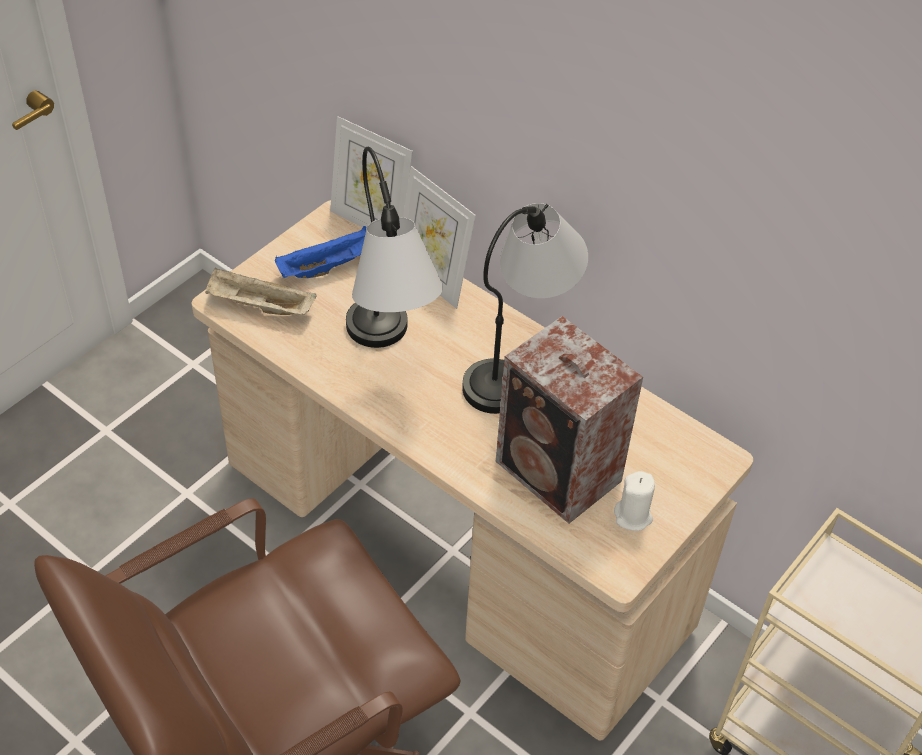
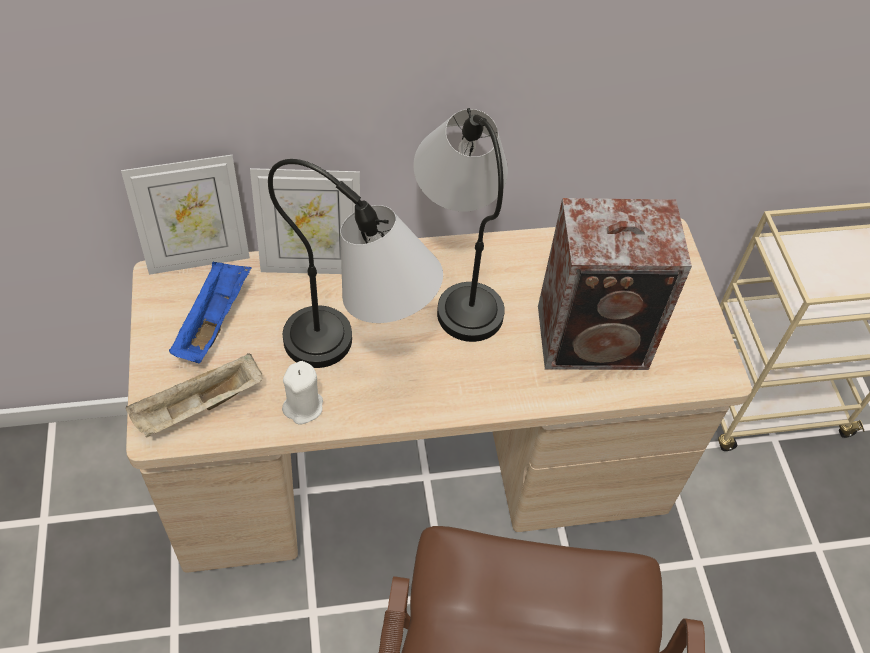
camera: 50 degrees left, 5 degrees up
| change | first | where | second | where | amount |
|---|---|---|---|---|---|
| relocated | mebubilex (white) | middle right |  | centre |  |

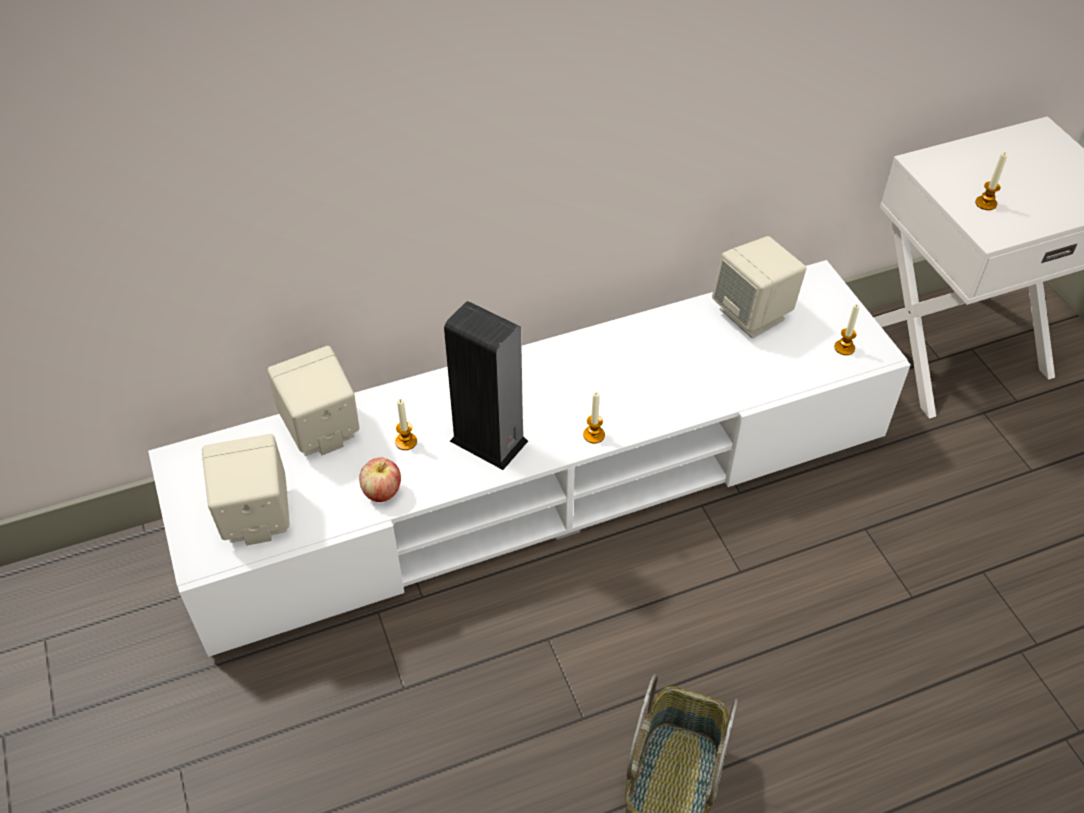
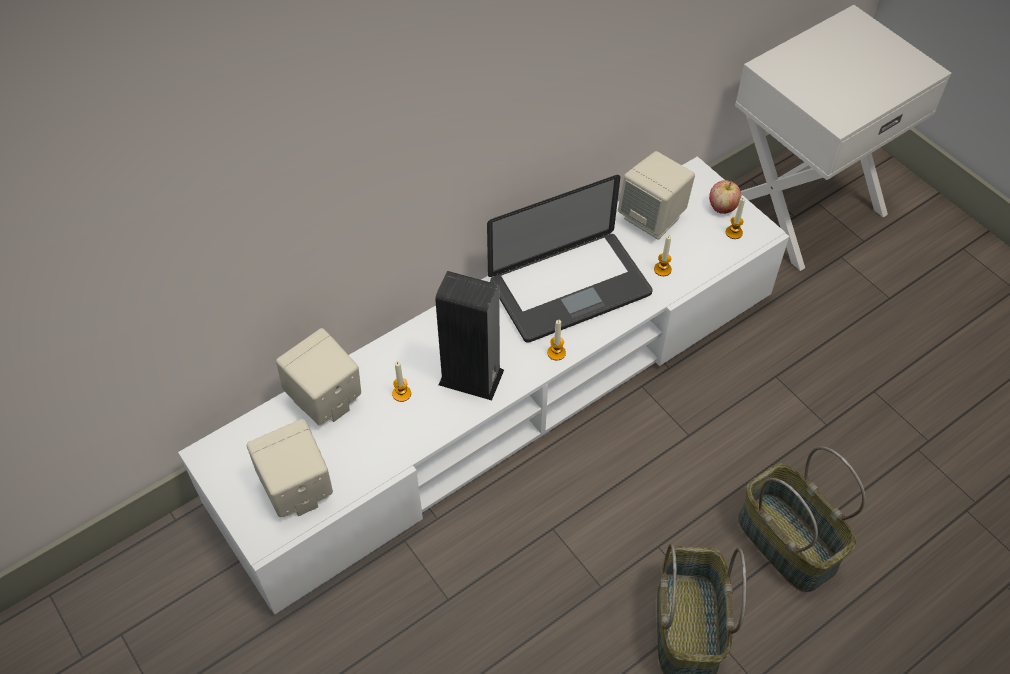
camera: 15 degrees left, 5 degrees up
| change | first | where | second | where | amount |
|---|---|---|---|---|---|
| relocated | mebubilex (no. 4 from left in the first image) | top right | mebubilex (no. 3 from left) | centre |  |
| relocated | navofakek | centre |  | top right |  |
| appeared |  |  | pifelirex | centre |  |
| appeared |  |  | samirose (no. 2 from left) | bottom right |  |

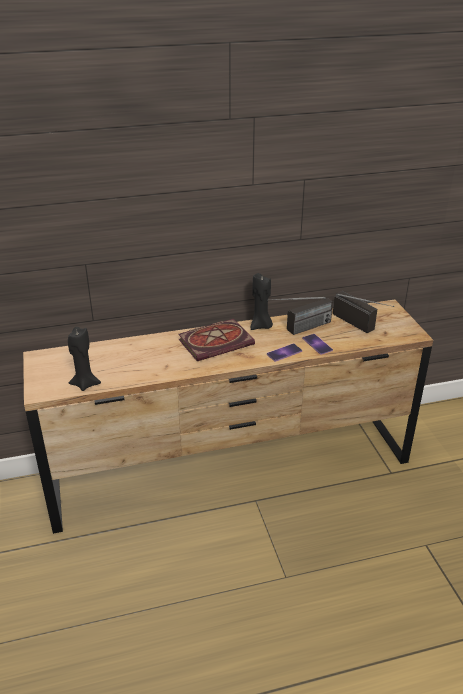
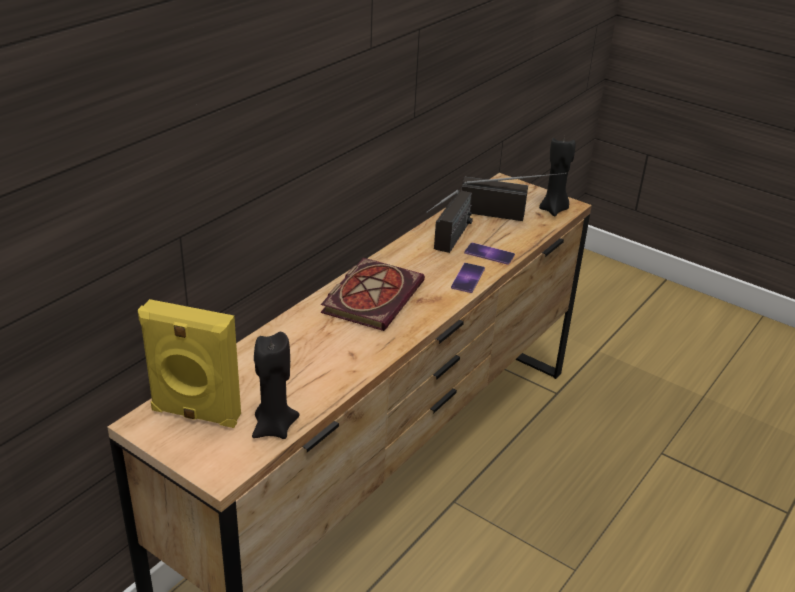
camera: 40 degrees left, 0 degrees up
| change | first | where | second | where | amount |
|---|---|---|---|---|---|
| relocated | mebubilex (black) (no. 2 from left) | centre |  | top right |  |
| appeared |  |  | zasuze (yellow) | middle left |  |

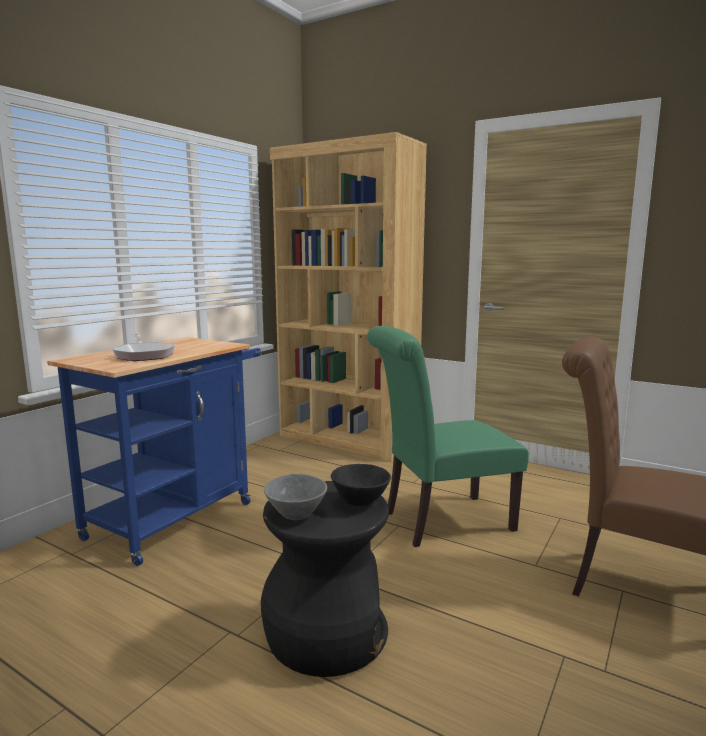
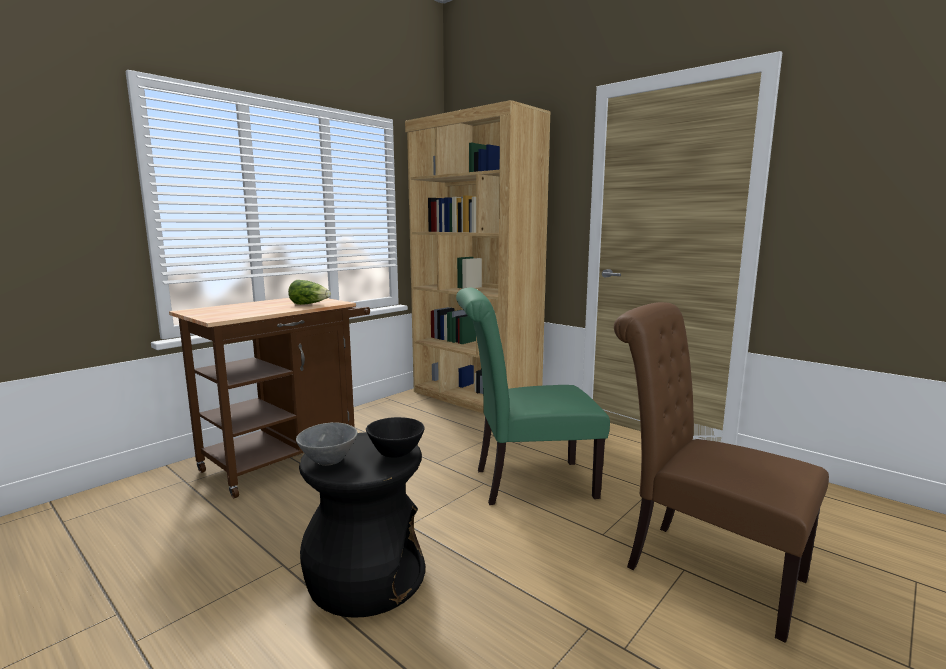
camera: 10 degrees right, 0 degrees up
| change | first | where | second | where | amount |
|---|---|---|---|---|---|
| missing | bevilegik | middle left |  |  |  |
| colour | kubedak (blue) | middle left | kubedak (brown) | middle left |  |
| appeared |  |  | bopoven | middle left |  |

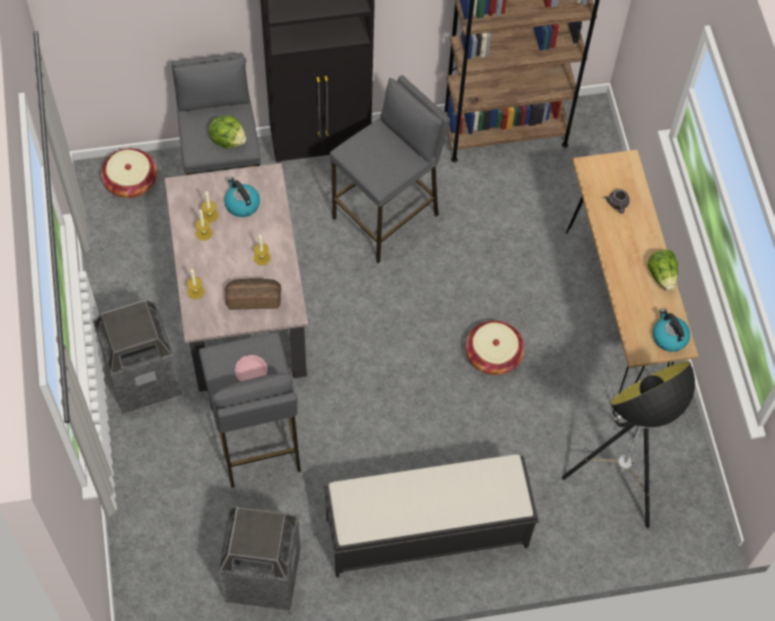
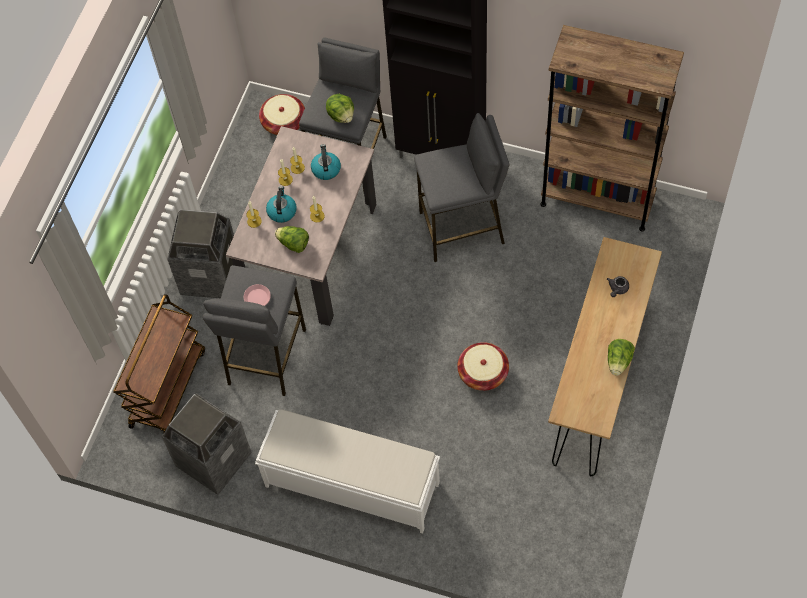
camera: 35 degrees right, 0 degrees up
| change | first | where | second | where | amount |
|---|---|---|---|---|---|
| exchanged | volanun | middle left | bopoven (no. 1 from left) | centre |  |
| relocated | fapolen (no. 2 from left in the first image) | middle right | fapolen (no. 1 from left) | centre |  |
| missing | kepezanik | bottom right |  |  |  |
| colour | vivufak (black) | bottom centre | vivufak (white) | bottom centre |  |
| appeared |  |  | kubedak (brown) | middle left |  |

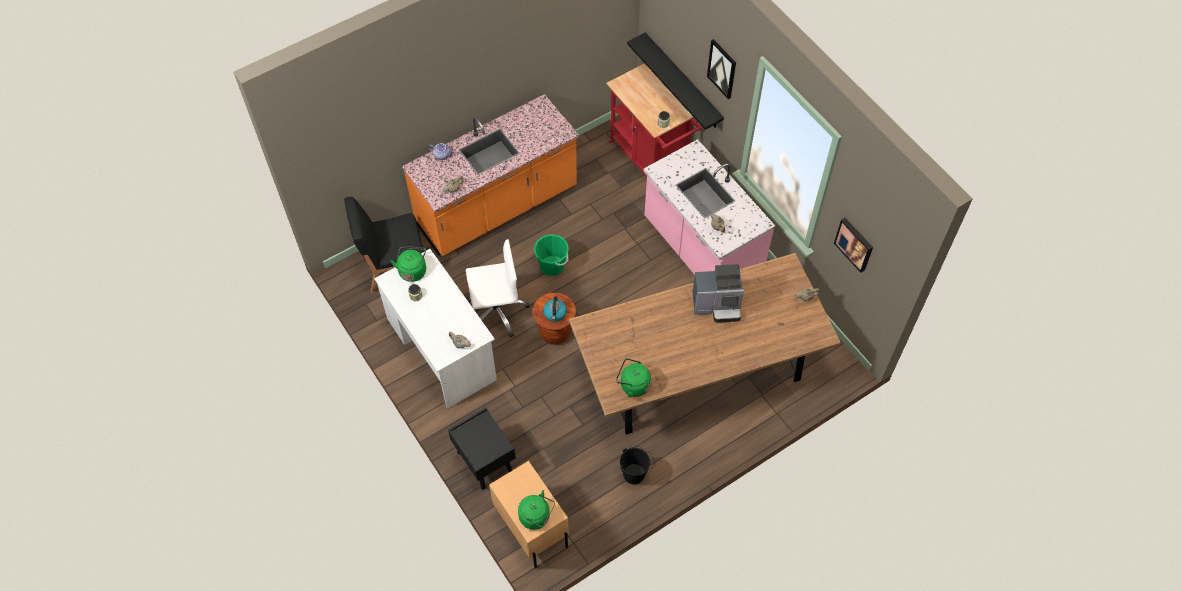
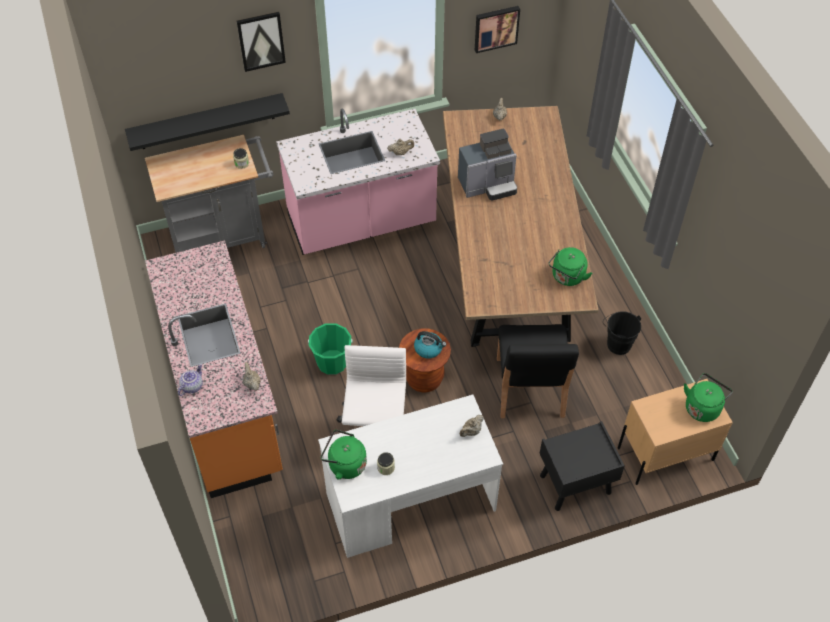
camera: 75 degrees left, 5 degrees down
| change | first | where | second | where | amount |
|---|---|---|---|---|---|
| colour | kubedak (red) | top centre | kubedak (grey) | top left |  |
| relocated | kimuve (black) | middle left |  | centre |  |
| spun | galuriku | centre |  | top centre | 60 degrees clockwise |

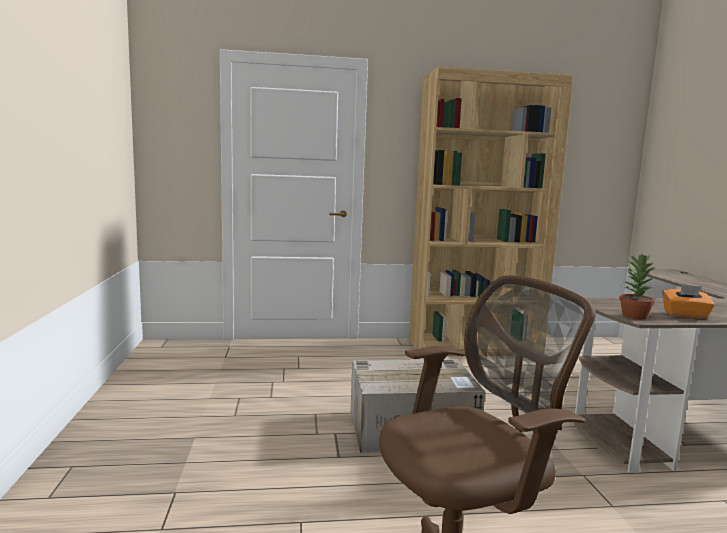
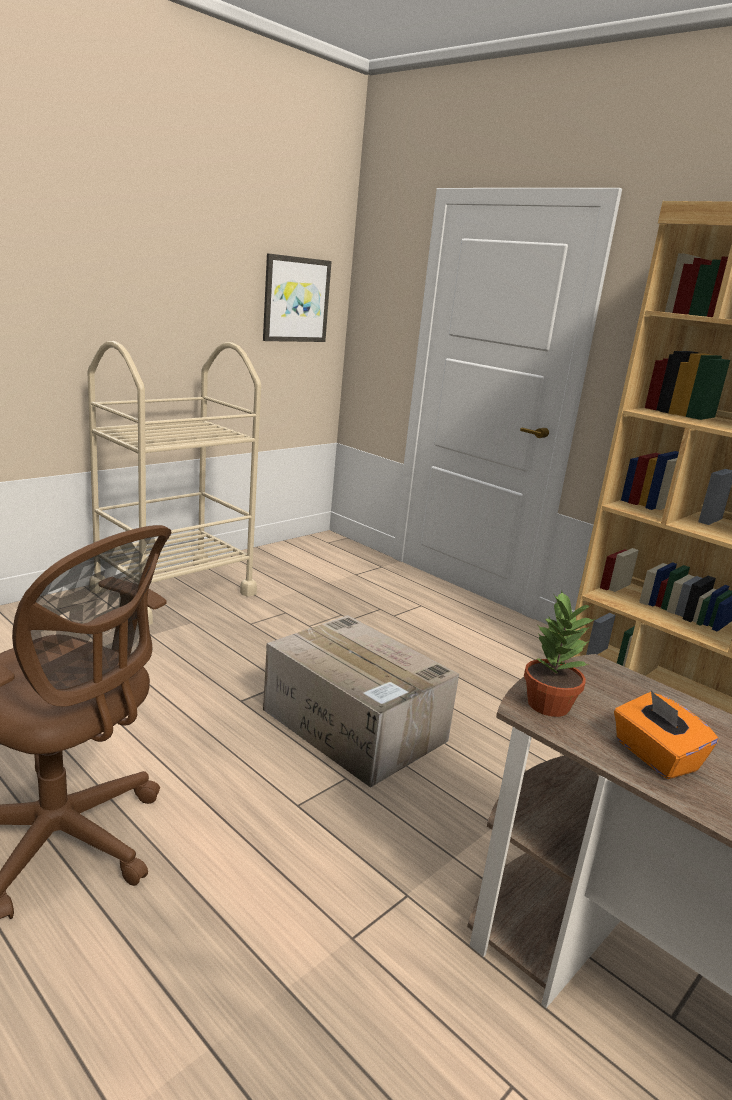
camera: 50 degrees right, 10 degrees up
| change | first | where | second | where | amount |
|---|---|---|---|---|---|
| appeared |  |  | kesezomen | top centre |  |
| appeared |  |  | kubedak (beige) | middle left |  |

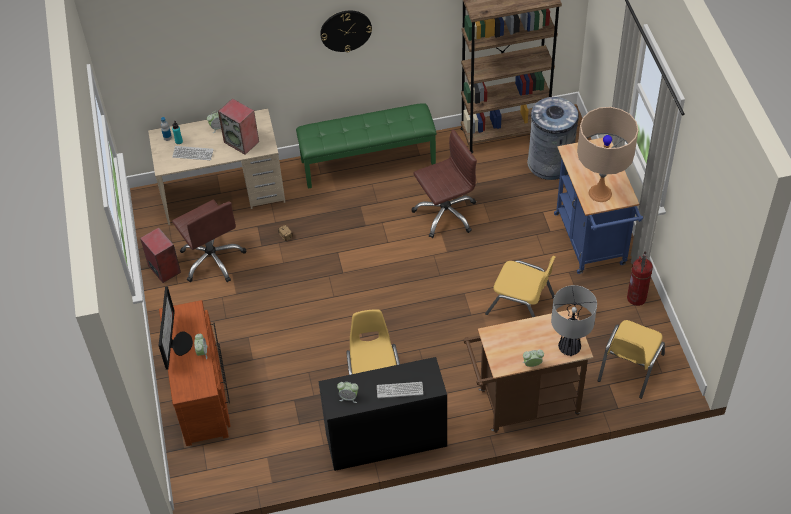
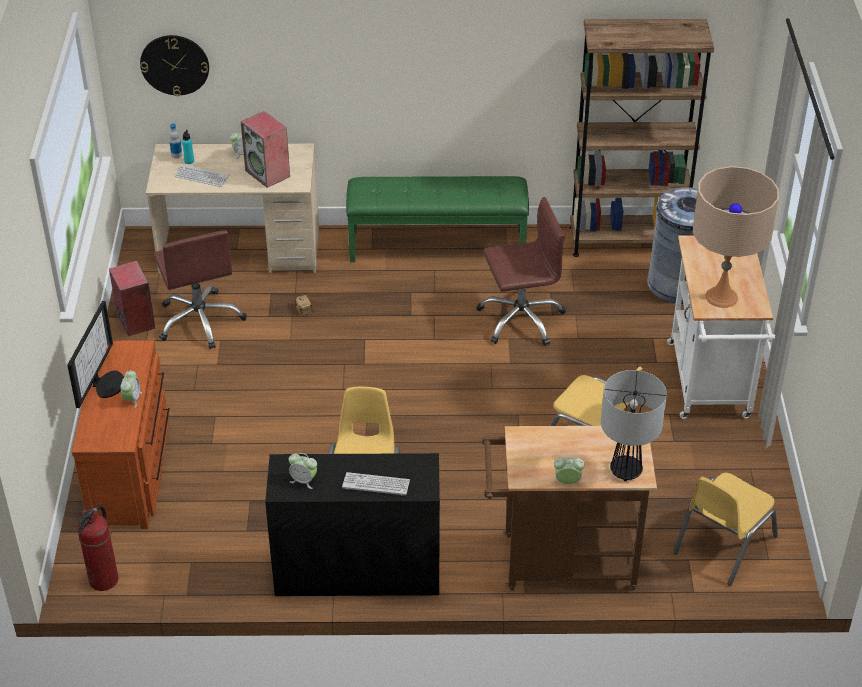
camera: 10 degrees right, 10 degrees down
| change | first | where | second | where | amount |
|---|---|---|---|---|---|
| relocated | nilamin | top centre |  | top left |  |
| colour | kubedak (blue) | middle right | kubedak (white) | middle right |  |
| relocated | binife | middle right |  | bottom left |  |

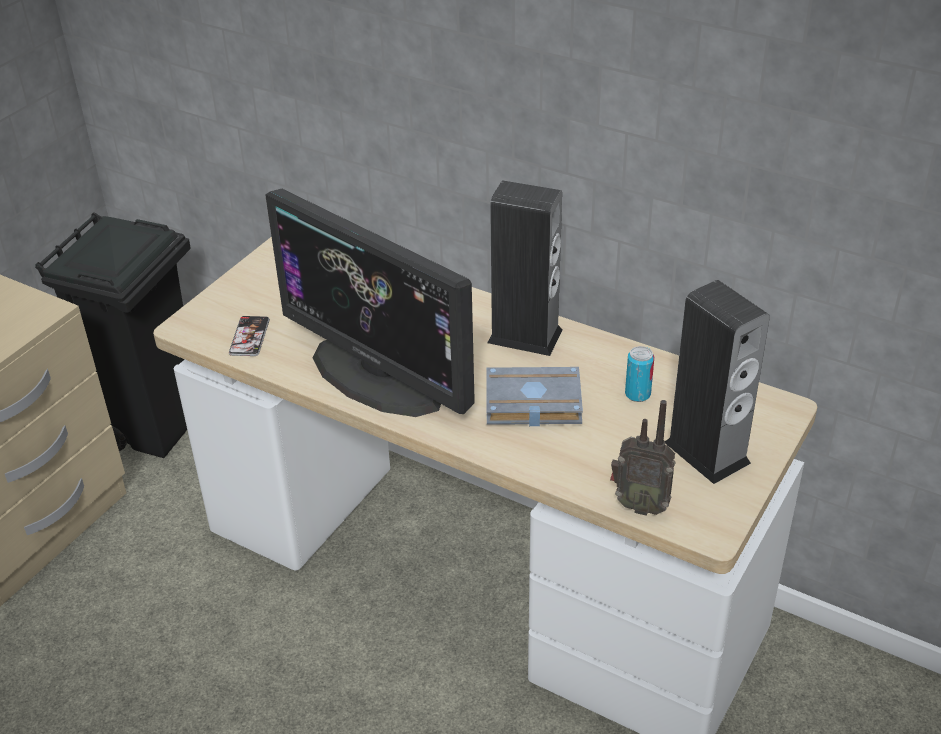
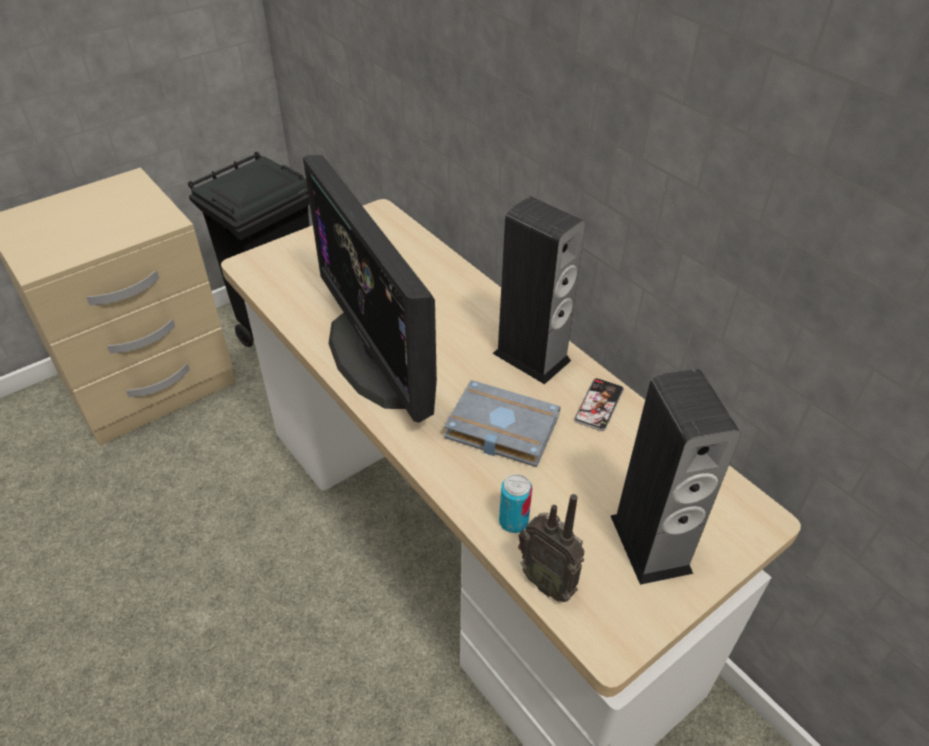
camera: 20 degrees right, 5 degrees up
| change | first | where | second | where | amount |
|---|---|---|---|---|---|
| relocated | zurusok | middle left |  | centre |  |
| relocated | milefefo | middle right |  | bottom centre |  |

